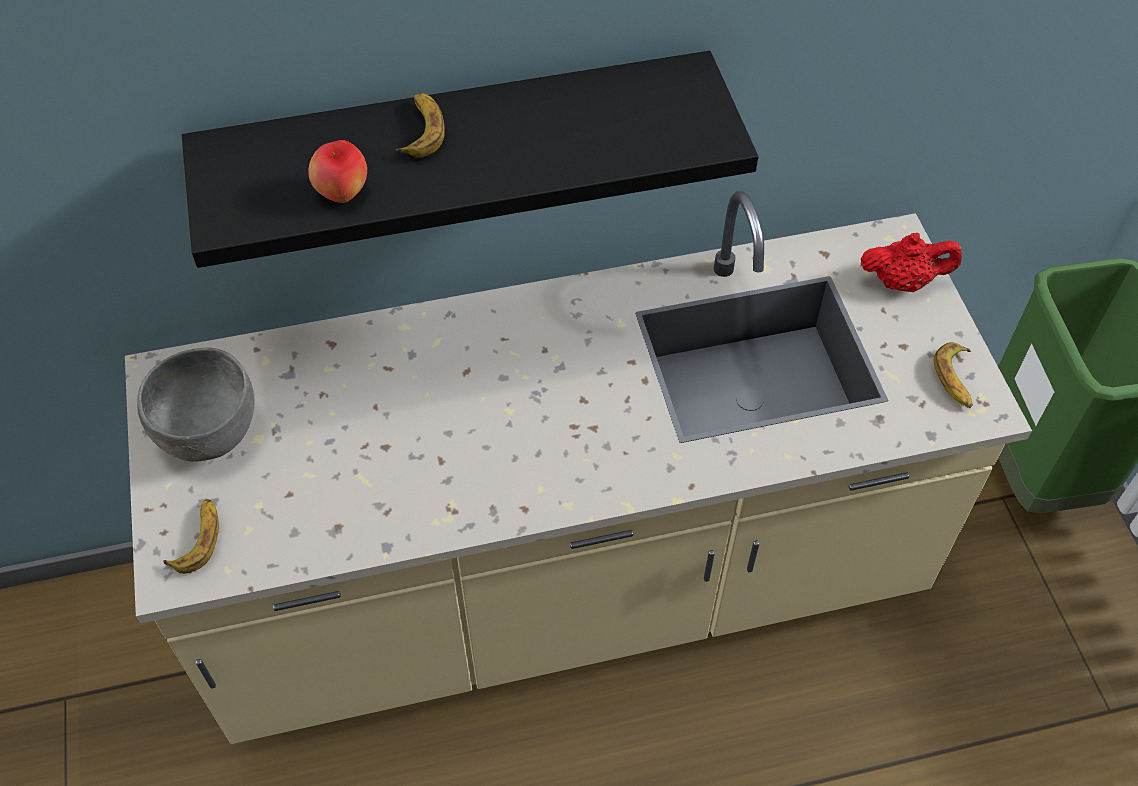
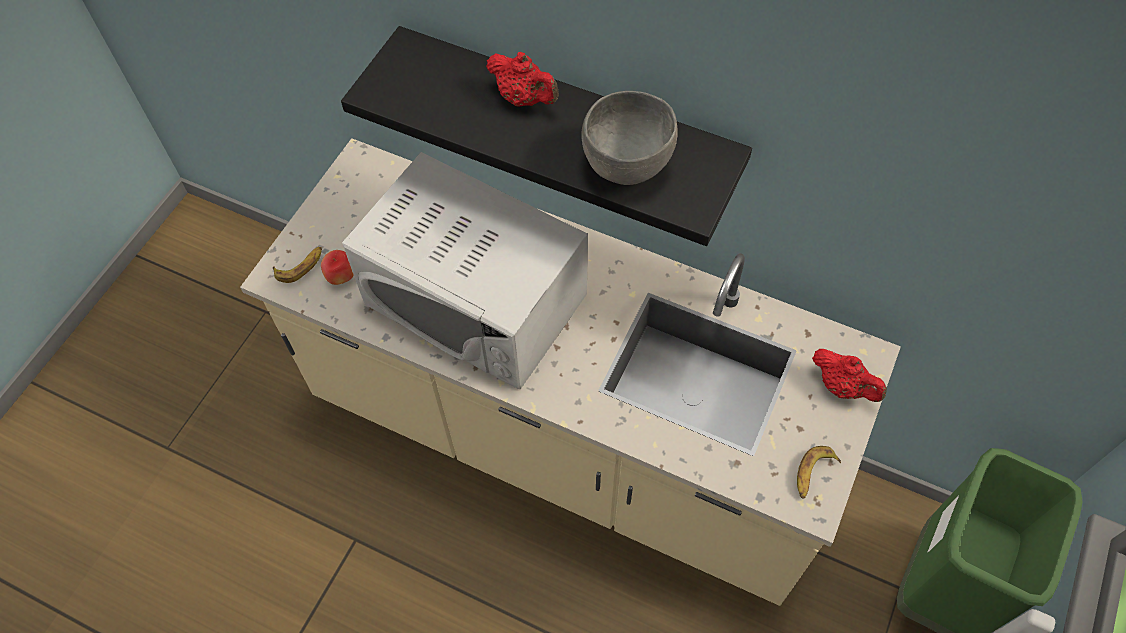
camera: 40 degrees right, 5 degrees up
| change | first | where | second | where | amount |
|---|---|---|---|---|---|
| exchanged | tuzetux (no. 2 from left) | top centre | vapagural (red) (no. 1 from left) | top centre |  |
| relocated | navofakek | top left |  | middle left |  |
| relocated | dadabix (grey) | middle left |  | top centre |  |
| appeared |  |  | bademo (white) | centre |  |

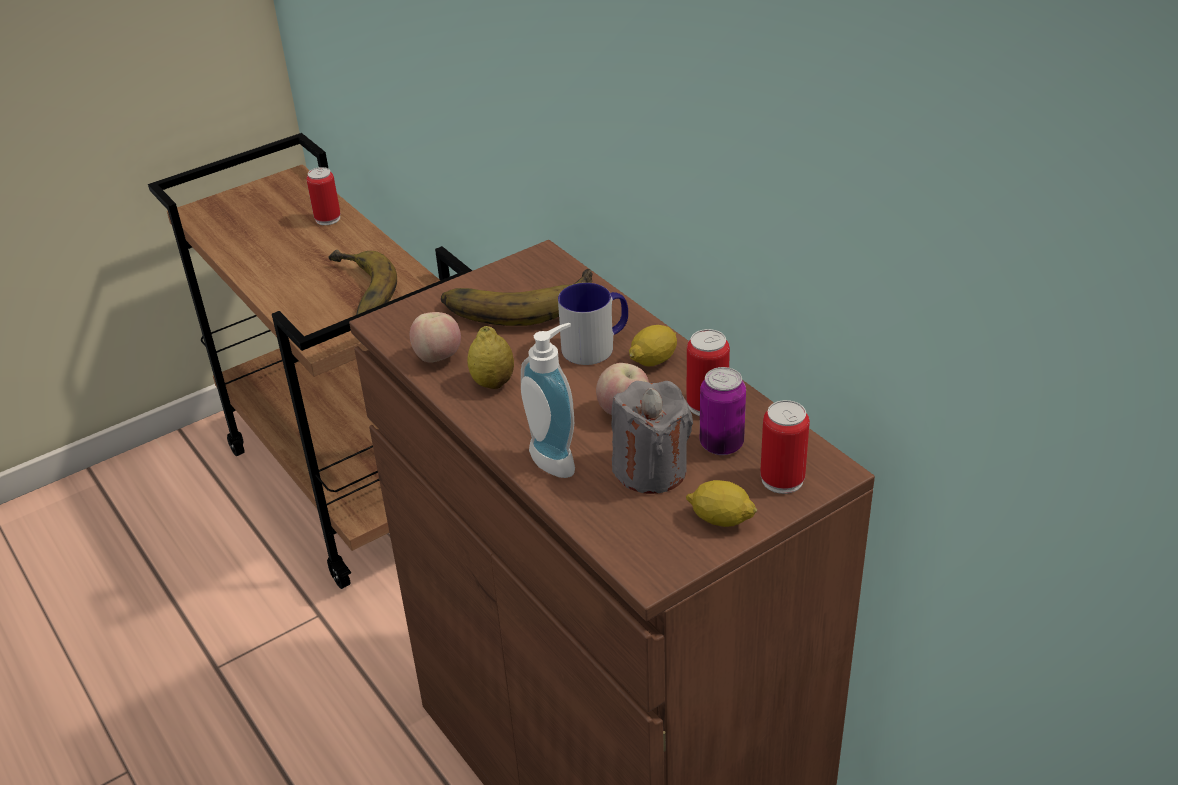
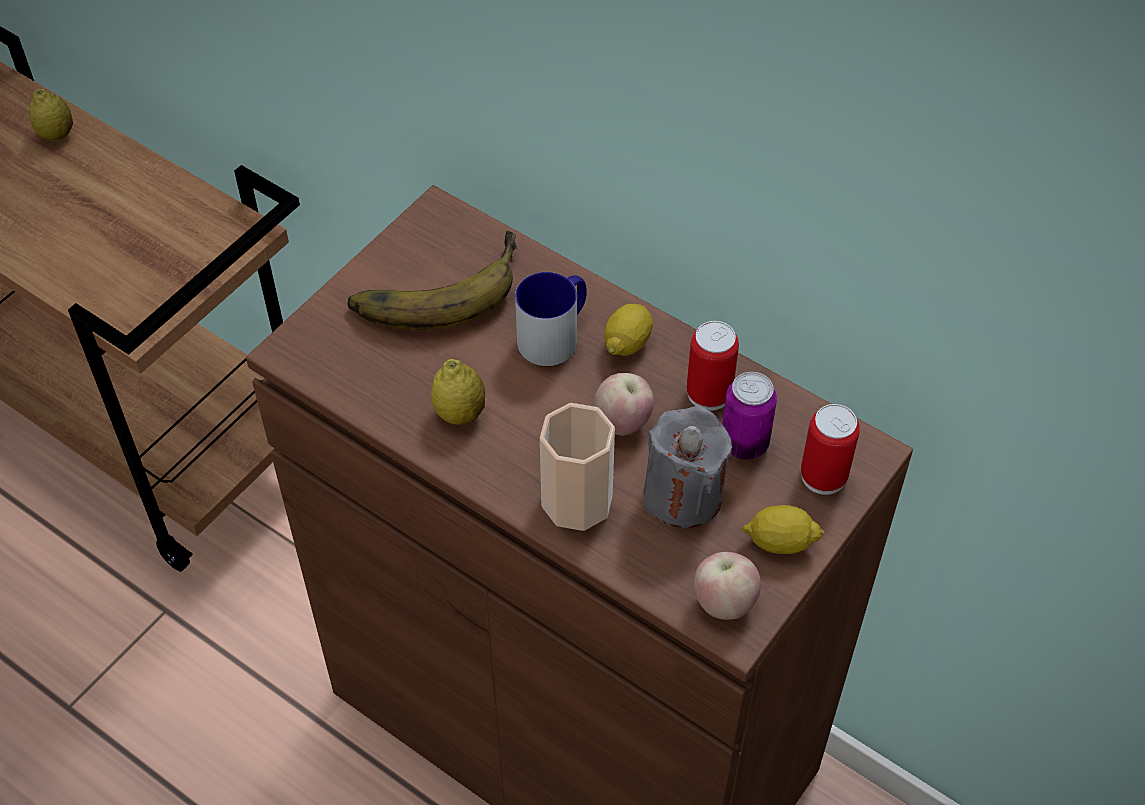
camera: 20 degrees left, 15 degrees up
| change | first | where | second | where | amount |
|---|---|---|---|---|---|
| exchanged | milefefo (no. 1 from left) | top left | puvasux (no. 1 from left) | top left |  |
| missing | tuzetux (no. 1 from left) | middle left |  |  |  |
| relocated | navofakek (no. 1 from left in the first image) | centre | navofakek (no. 2 from left) | bottom centre |  |
| exchanged | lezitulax | centre | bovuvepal | centre |  |

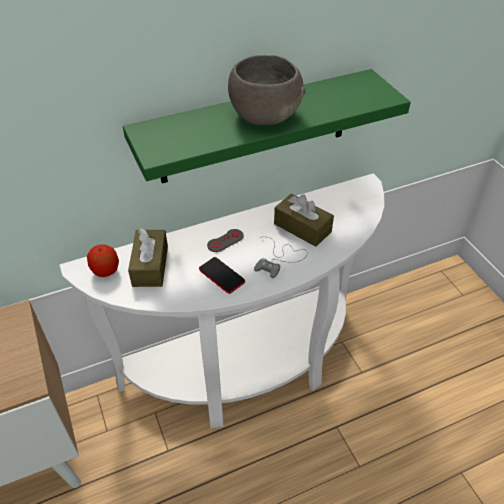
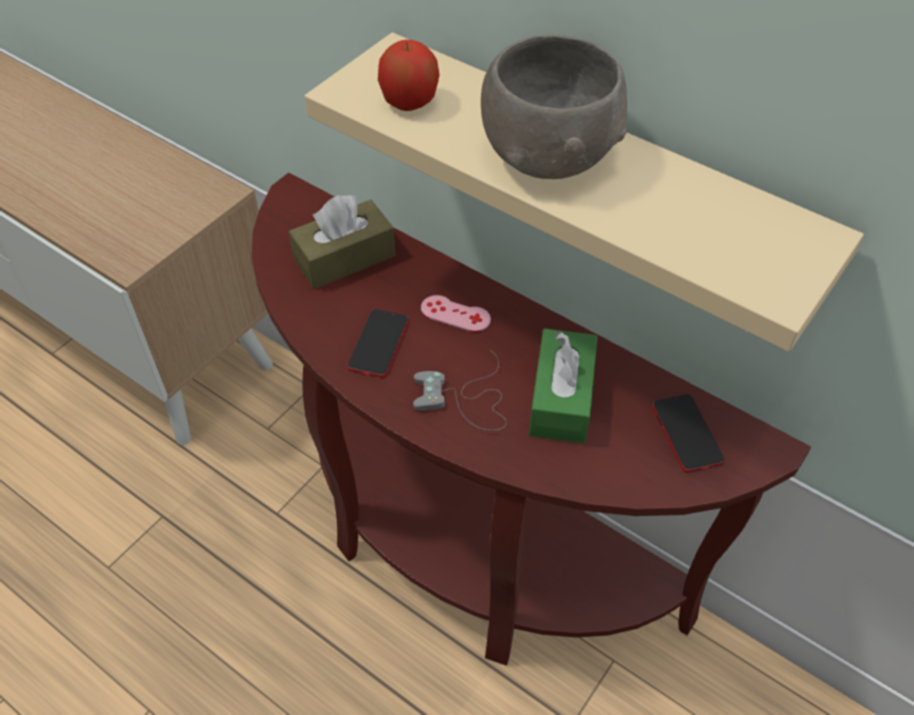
camera: 60 degrees right, 5 degrees up
| change | first | where | second | where | amount |
|---|---|---|---|---|---|
| colour | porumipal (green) | top centre | porumipal (beige) | top centre |  |
| colour | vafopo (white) | centre | vafopo (brown) | centre |  |
| colour | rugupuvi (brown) (no. 2 from left) | centre | rugupuvi (green) | centre |  |
| colour | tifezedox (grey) (no. 1 from left) | centre | tifezedox (pink) | centre |  |
| relocated | navofakek | middle left |  | top centre |  |
| appeared |  |  | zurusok (no. 2 from left) | middle right |  |

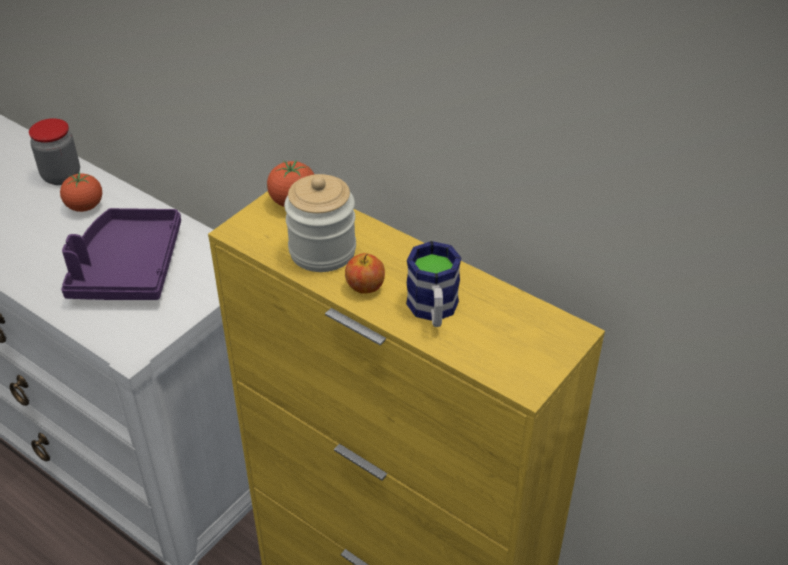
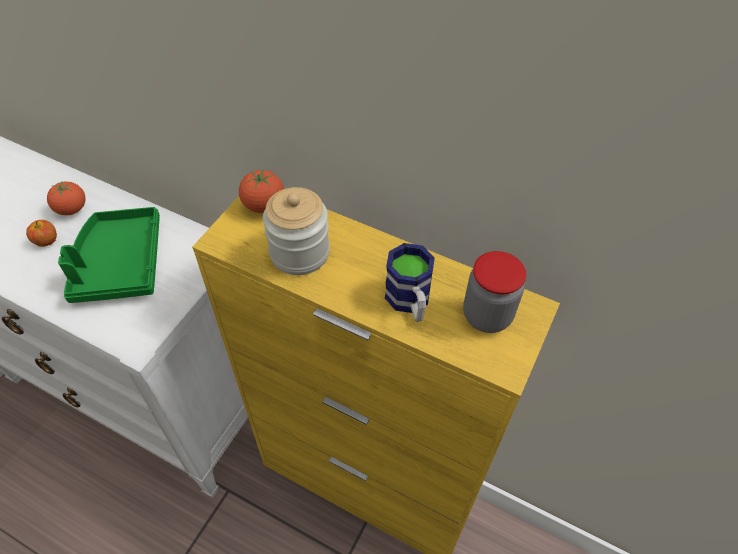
camera: 10 degrees left, 10 degrees up
| change | first | where | second | where | amount |
|---|---|---|---|---|---|
| relocated | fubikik (no. 1 from left in the first image) | top left | fubikik (no. 2 from left) | middle right |  |
| colour | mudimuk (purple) | middle left | mudimuk (green) | middle left |  |
| relocated | navofakek | centre |  | middle left |  |

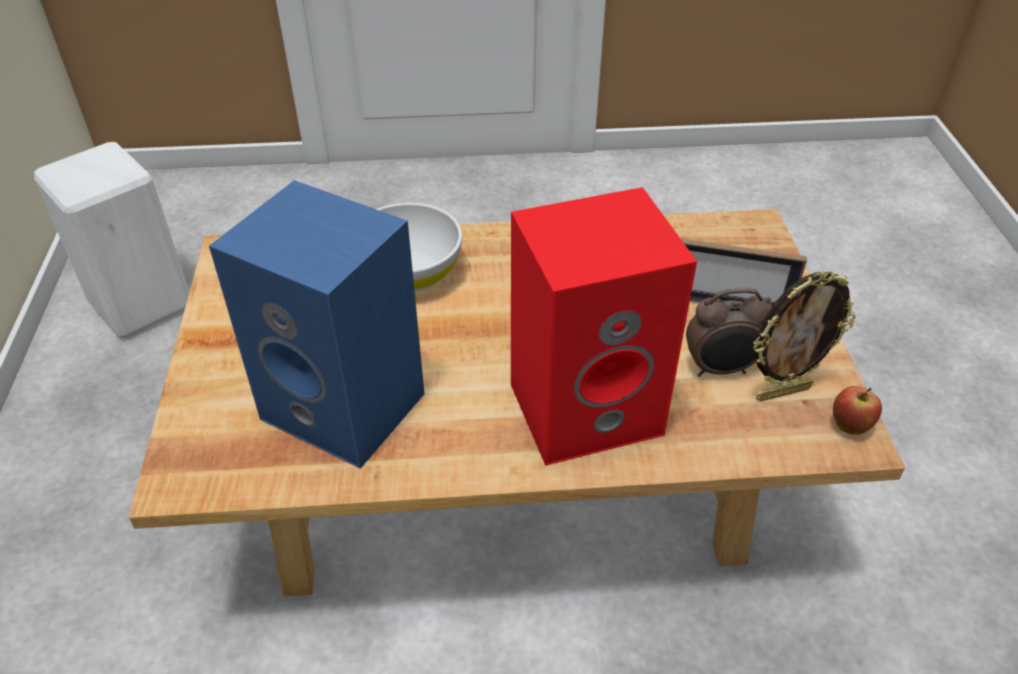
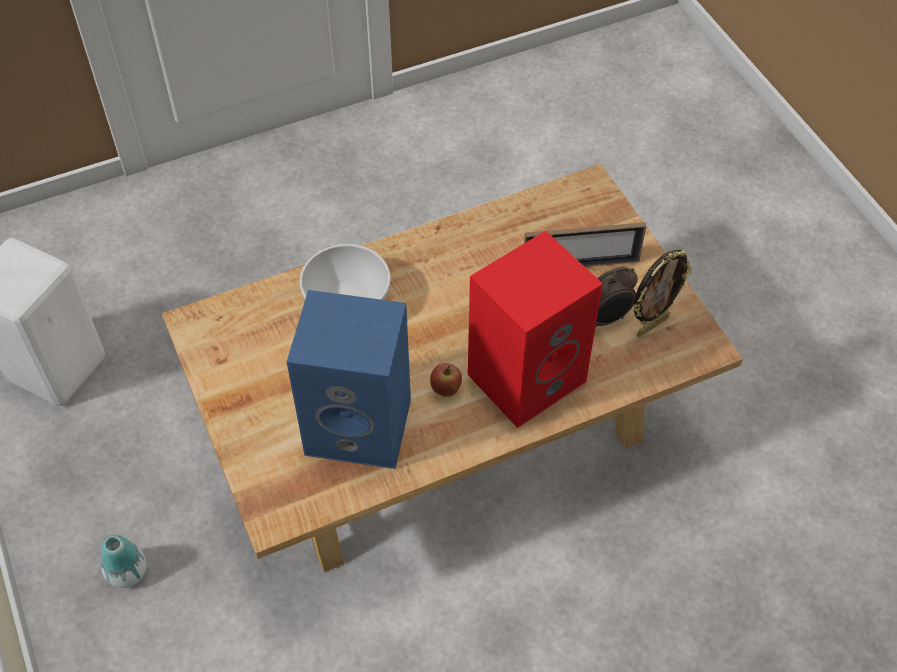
camera: 20 degrees left, 10 degrees up
| change | first | where | second | where | amount |
|---|---|---|---|---|---|
| relocated | navofakek | middle right |  | centre |  |
| appeared |  |  | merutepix | bottom left |  |

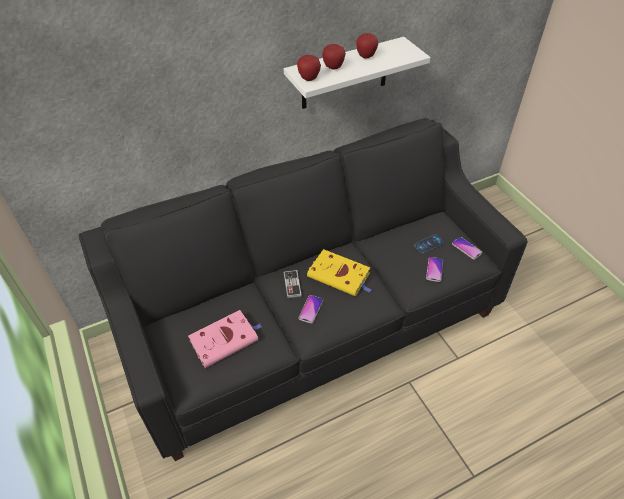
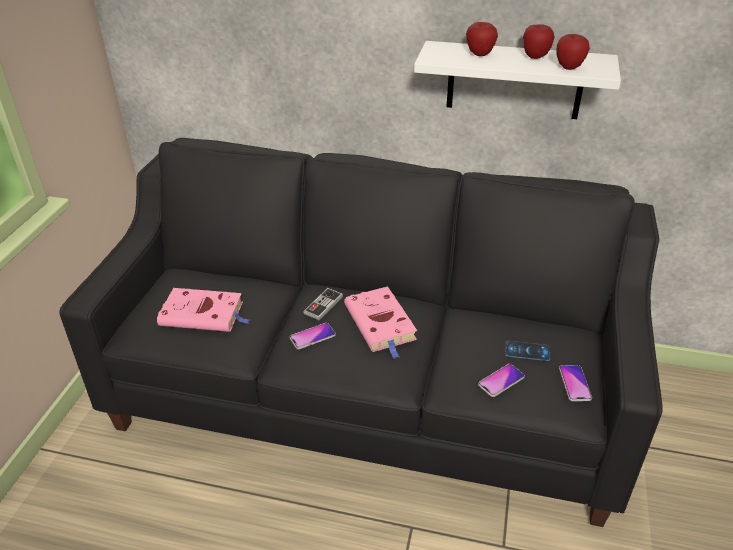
camera: 40 degrees right, 10 degrees down
| change | first | where | second | where | amount |
|---|---|---|---|---|---|
| relocated | navofakek (no. 1 from left in the first image) | top centre | navofakek (no. 3 from left) | top right |  |
| colour | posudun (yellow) | centre | posudun (pink) (no. 2 from left) | centre |  |

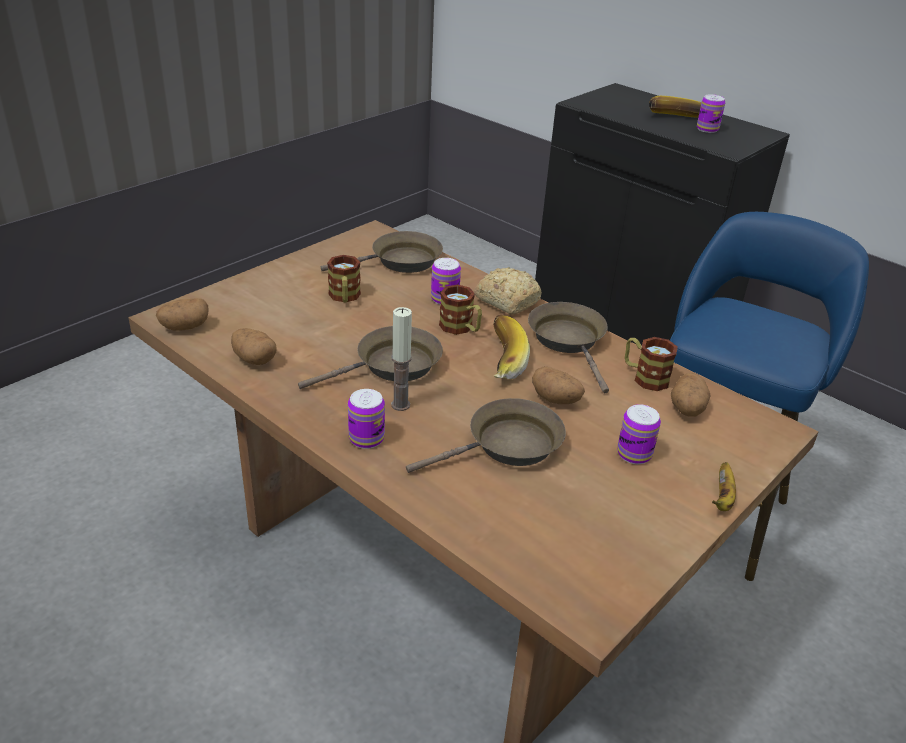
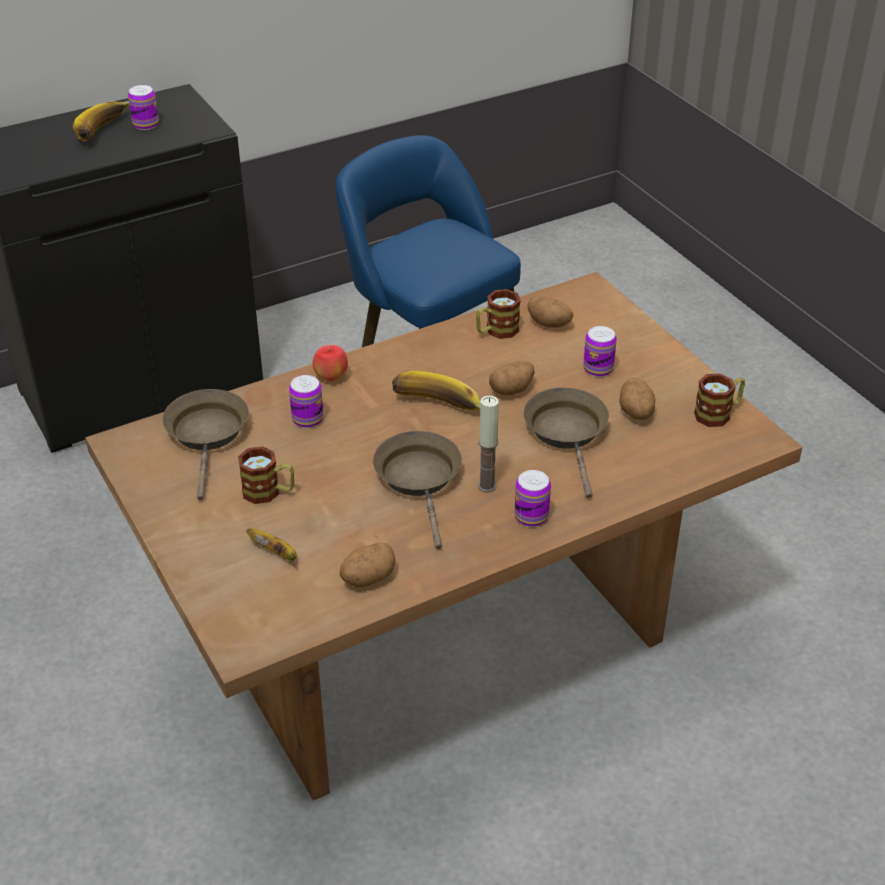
camera: 70 degrees left, 5 degrees up
| change | first | where | second | where | amount |
|---|---|---|---|---|---|
| exchanged | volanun | centre | navofakek | centre |  |
| relocated | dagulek (no. 2 from left in the first image) | centre | dagulek (no. 3 from left) | middle right |  |
| relocated | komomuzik (no. 1 from left in the first image) | middle left | komomuzik (no. 4 from left) | middle right |  |
| missing | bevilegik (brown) (no. 4 from left) | centre |  |  |  |
| relocated | tuzetux (no. 3 from left in the first image) | middle right | tuzetux (no. 2 from left) | middle left |  |

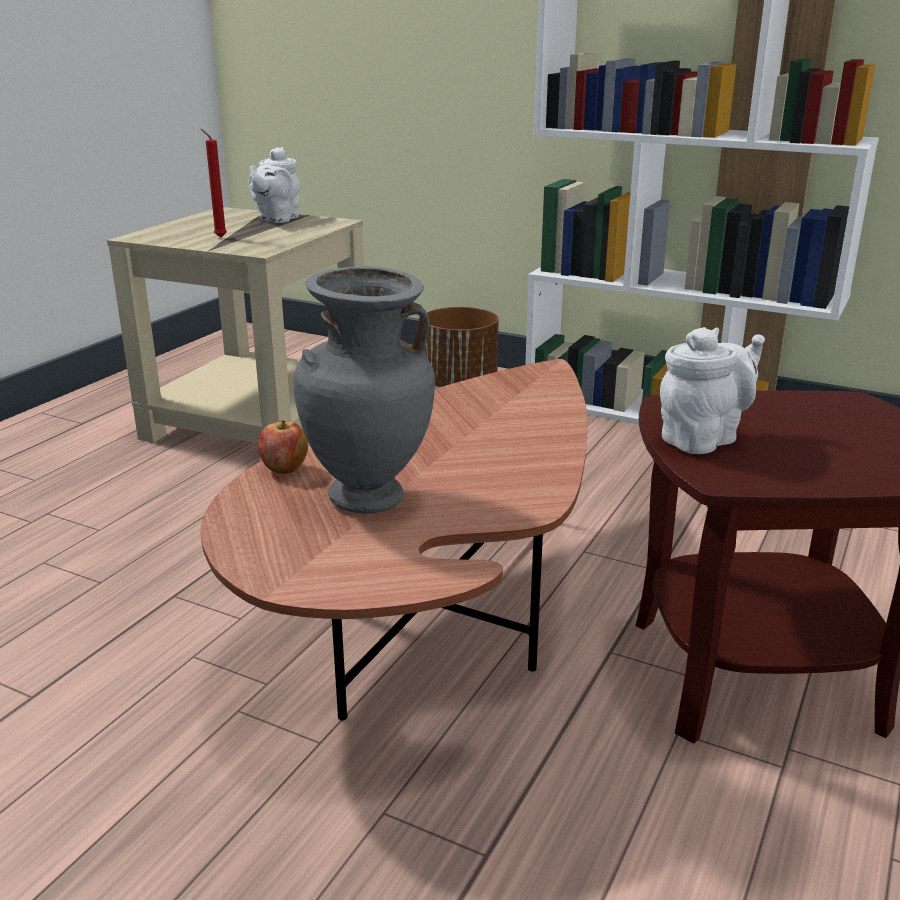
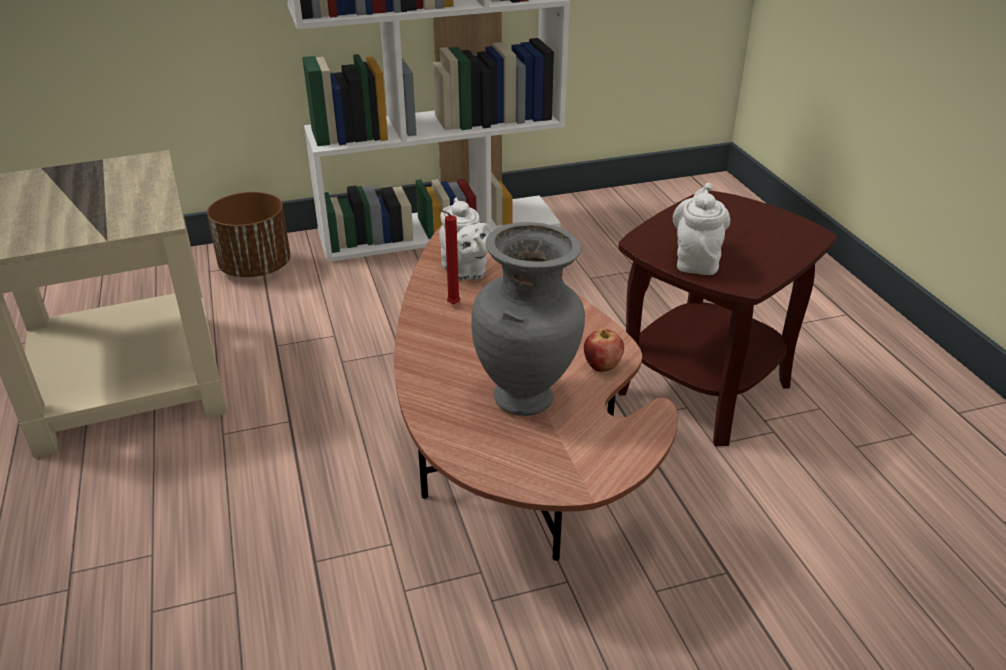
camera: 45 degrees left, 10 degrees up
| change | first | where | second | where | amount |
|---|---|---|---|---|---|
| relocated | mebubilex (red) | top left |  | centre |  |
| relocated | vapagural (white) (no. 1 from left) | top left |  | centre |  |
| relocated | navofakek | middle left |  | centre |  |

